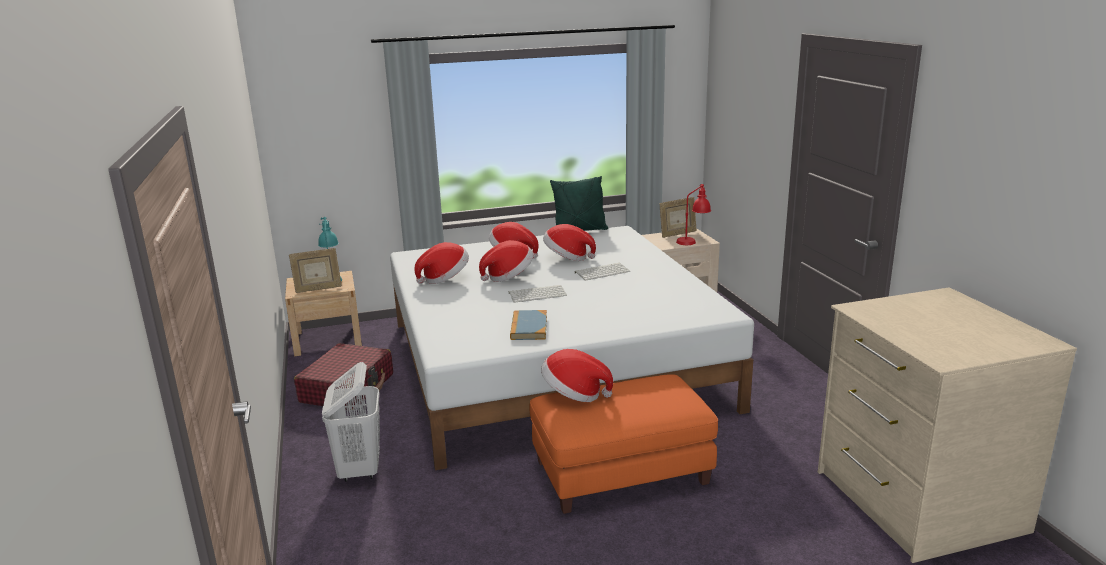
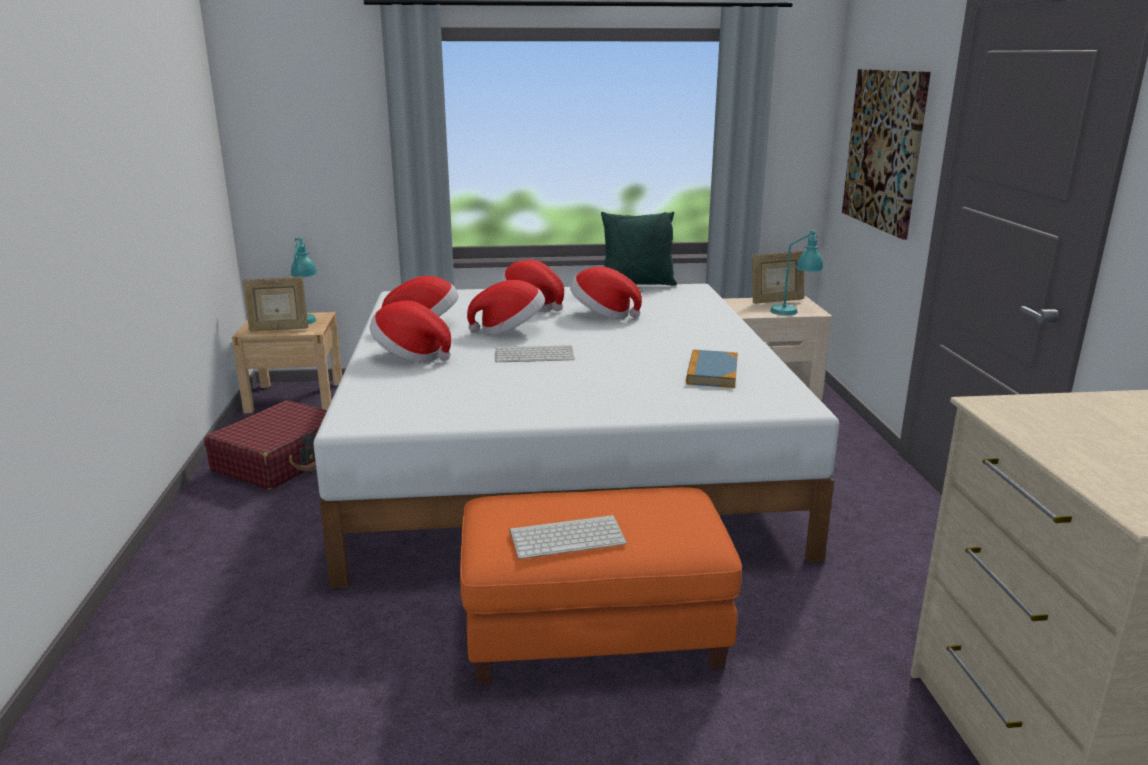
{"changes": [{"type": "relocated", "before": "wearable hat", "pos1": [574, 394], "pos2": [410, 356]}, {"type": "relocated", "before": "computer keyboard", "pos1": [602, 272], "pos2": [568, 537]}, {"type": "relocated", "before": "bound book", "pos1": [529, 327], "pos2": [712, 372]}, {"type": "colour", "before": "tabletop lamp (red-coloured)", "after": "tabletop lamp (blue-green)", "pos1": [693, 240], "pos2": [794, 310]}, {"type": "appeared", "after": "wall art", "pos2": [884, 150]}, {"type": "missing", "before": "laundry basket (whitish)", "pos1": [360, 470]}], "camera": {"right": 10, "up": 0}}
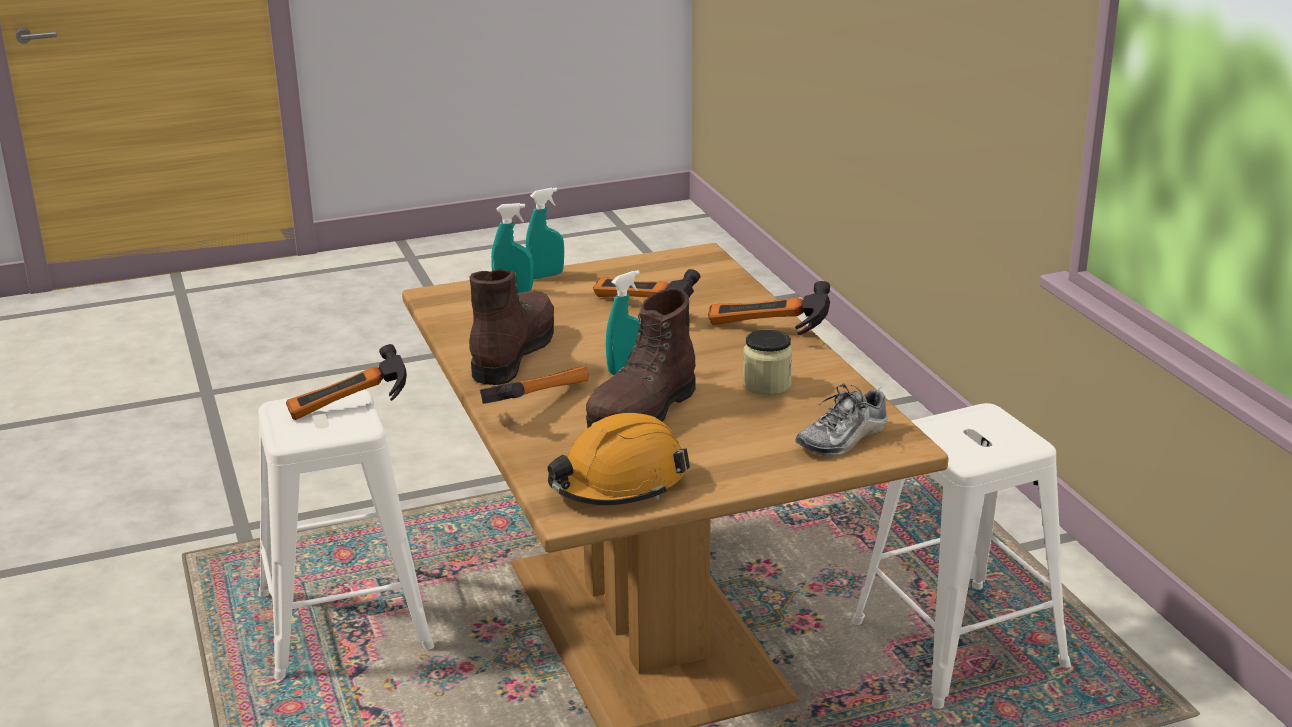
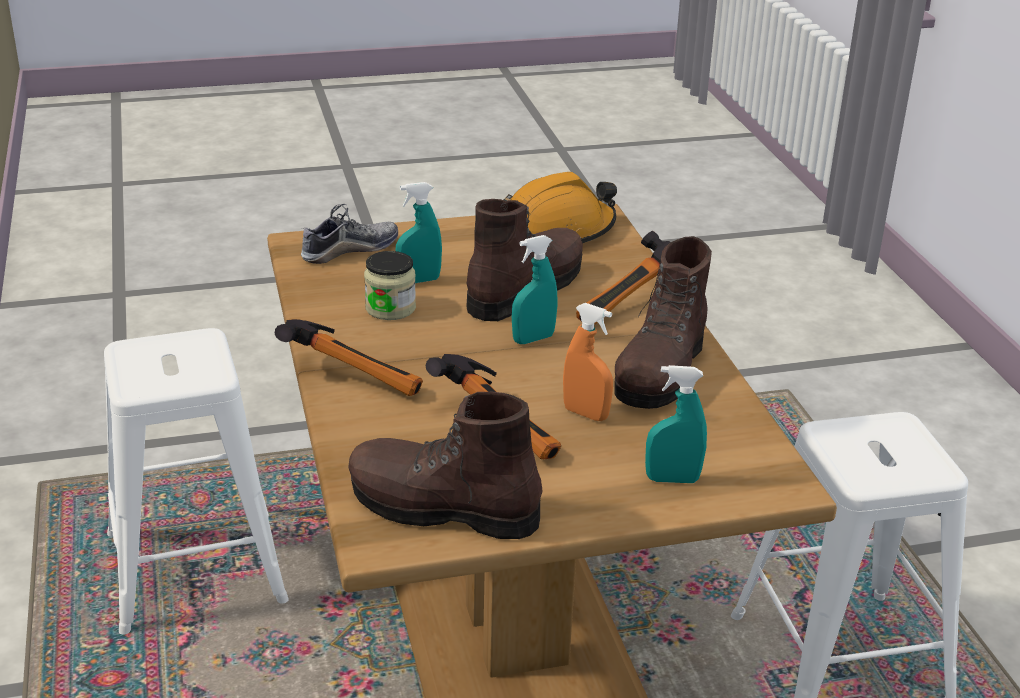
{"changes": [{"type": "appeared", "after": "boot (brown)", "pos2": [442, 509]}, {"type": "relocated", "before": "sprayer (blue-green)", "pos1": [546, 276], "pos2": [419, 280]}, {"type": "appeared", "after": "sprayer (orangey)", "pos2": [585, 414]}, {"type": "missing", "before": "tool hammer", "pos1": [351, 409]}], "camera": {"right": -175, "up": 5}}
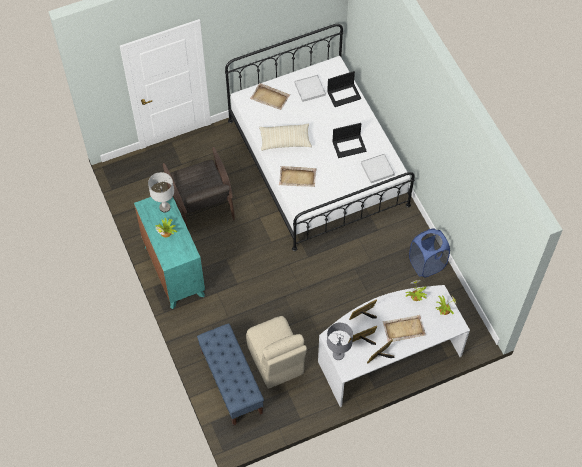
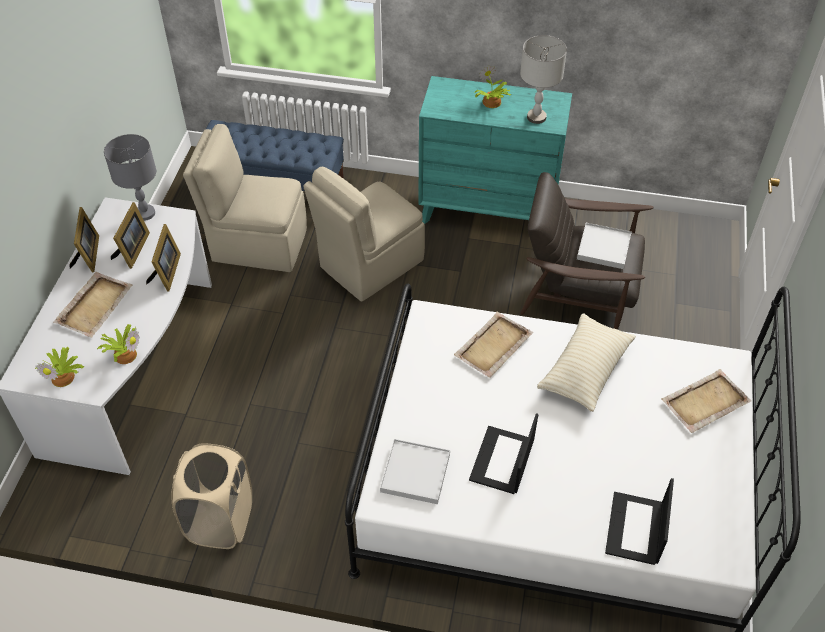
{"changes": [{"type": "colour", "before": "laundry basket (blue)", "after": "laundry basket (beige-coloured)", "pos1": [427, 264], "pos2": [220, 520]}, {"type": "appeared", "after": "upright chair (beige-coloured)", "pos2": [369, 265]}, {"type": "relocated", "before": "tray (whitish)", "pos1": [309, 89], "pos2": [604, 248]}], "camera": {"right": 125, "up": -10}}
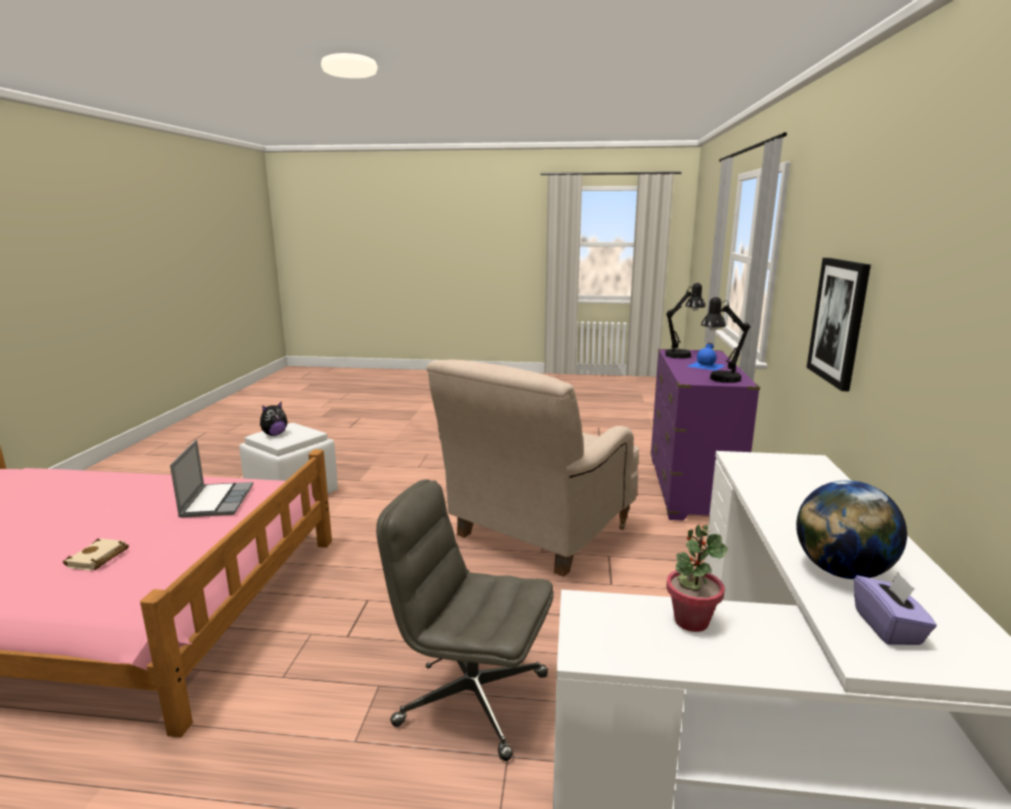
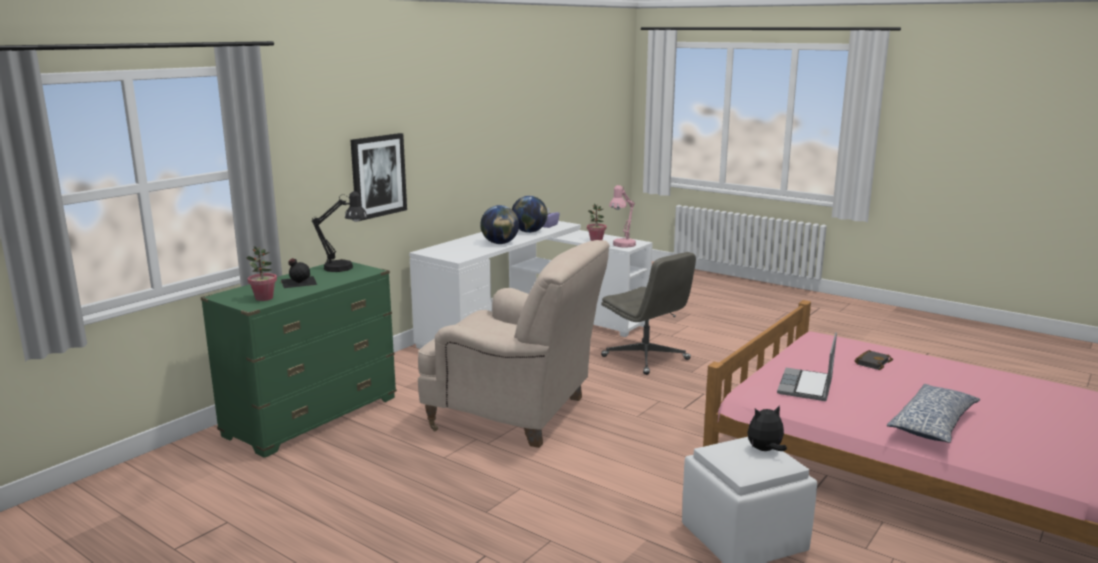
{"changes": [{"type": "colour", "before": "chest of drawers (purple-coloured)", "after": "chest of drawers (green)", "pos1": [691, 489], "pos2": [312, 417]}, {"type": "exchanged", "before": "tabletop lamp (black-coloured)", "after": "plant in a pot", "pos1": [682, 355], "pos2": [264, 298]}, {"type": "colour", "before": "bottle (blue)", "after": "bottle (black-coloured)", "pos1": [707, 365], "pos2": [298, 282]}, {"type": "spun", "before": "armchair (beige-coloured)", "pos1": [537, 536], "pos2": [516, 416], "turn": 45}, {"type": "appeared", "after": "world globe", "pos2": [500, 243]}, {"type": "appeared", "after": "tabletop lamp (pink)", "pos2": [622, 245]}, {"type": "colour", "before": "bound book (beige-coloured)", "after": "bound book (black-coloured)", "pos1": [98, 559], "pos2": [872, 362]}, {"type": "appeared", "after": "cushion", "pos2": [933, 424]}], "camera": {"right": -150, "up": 0}}
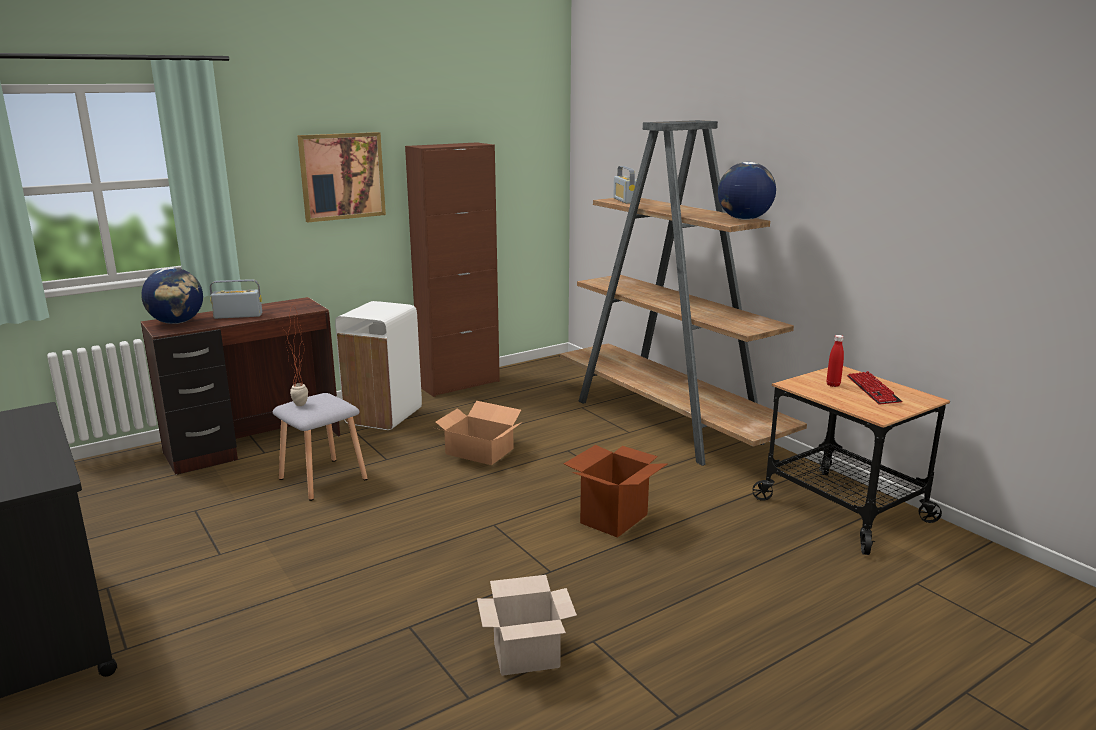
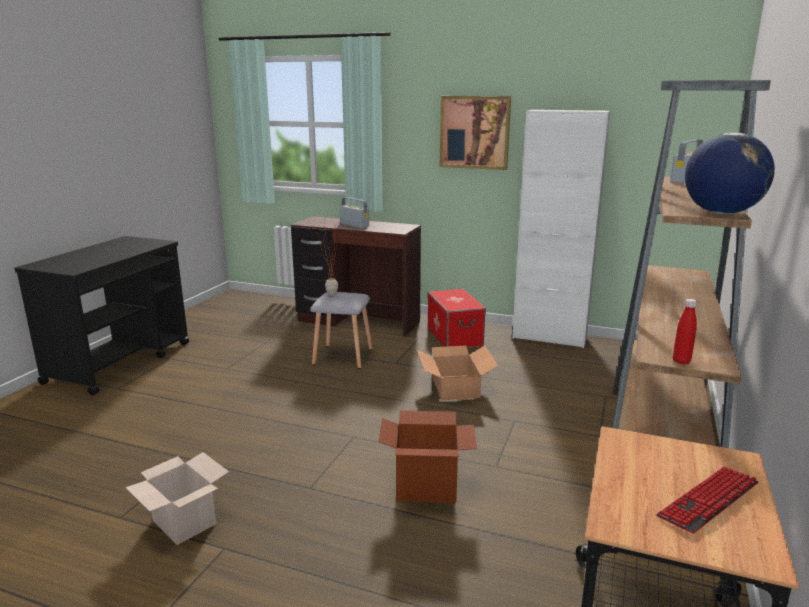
{"changes": [{"type": "exchanged", "before": "trash can (whitish)", "after": "storage bin", "pos1": [384, 416], "pos2": [455, 337]}, {"type": "colour", "before": "cabinet (brown)", "after": "cabinet (whitish)", "pos1": [459, 384], "pos2": [549, 337]}, {"type": "relocated", "before": "bottle (red-coloured)", "pos1": [833, 385], "pos2": [681, 361]}, {"type": "missing", "before": "world globe", "pos1": [177, 322]}], "camera": {"right": 55, "up": 0}}
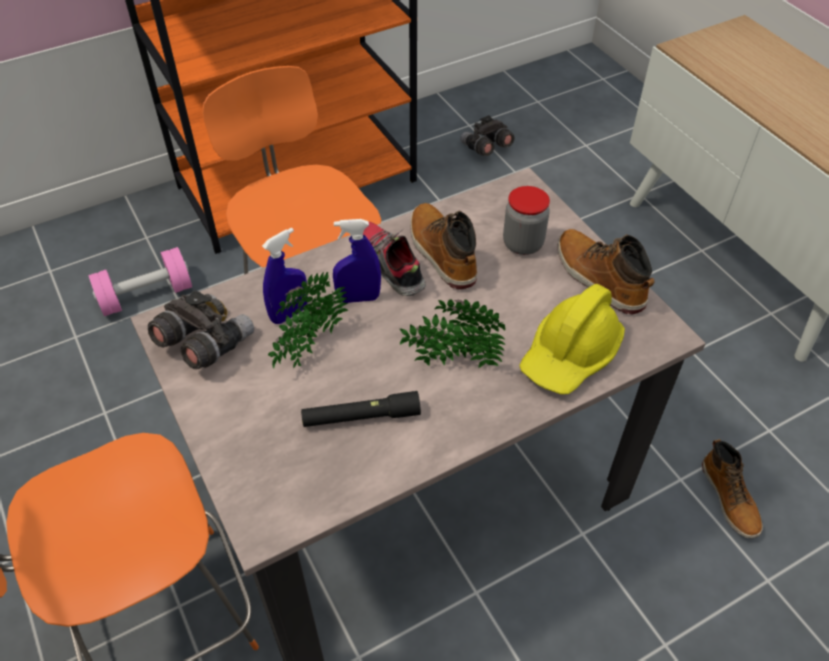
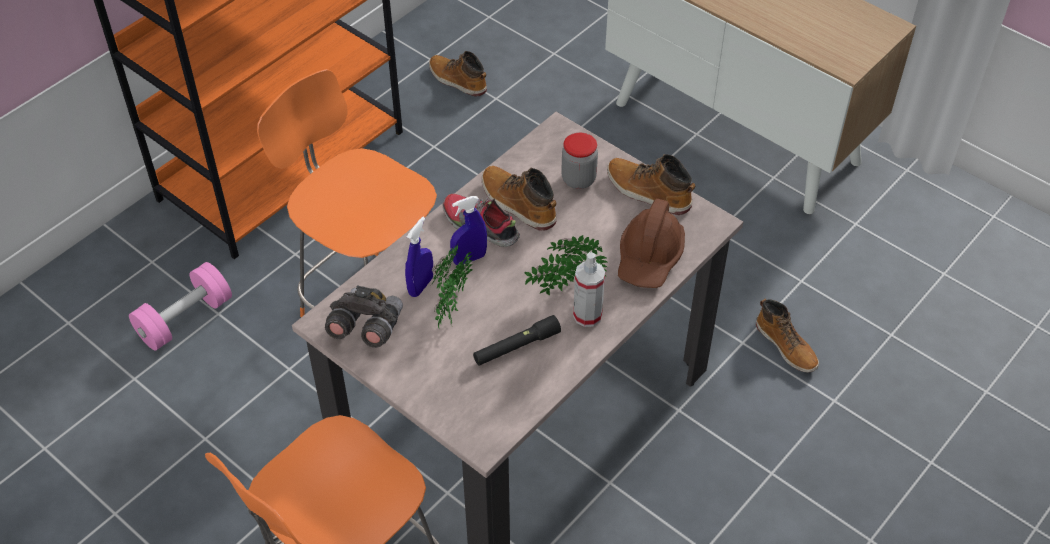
{"changes": [{"type": "exchanged", "before": "binoculars (grey)", "after": "boot", "pos1": [485, 148], "pos2": [457, 80]}, {"type": "appeared", "after": "sprayer", "pos2": [587, 315]}, {"type": "colour", "before": "work helmet (yellow-coloured)", "after": "work helmet (brown)", "pos1": [570, 354], "pos2": [649, 257]}], "camera": {"right": -20, "up": 0}}
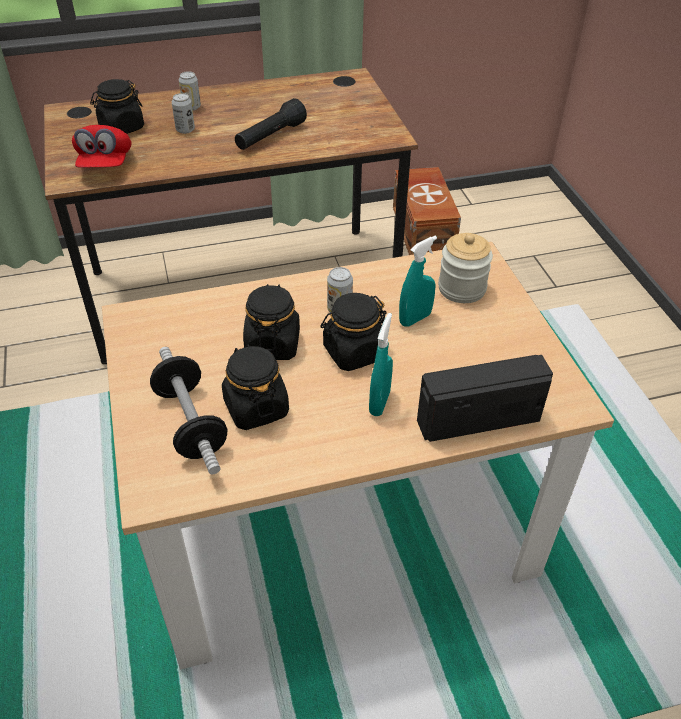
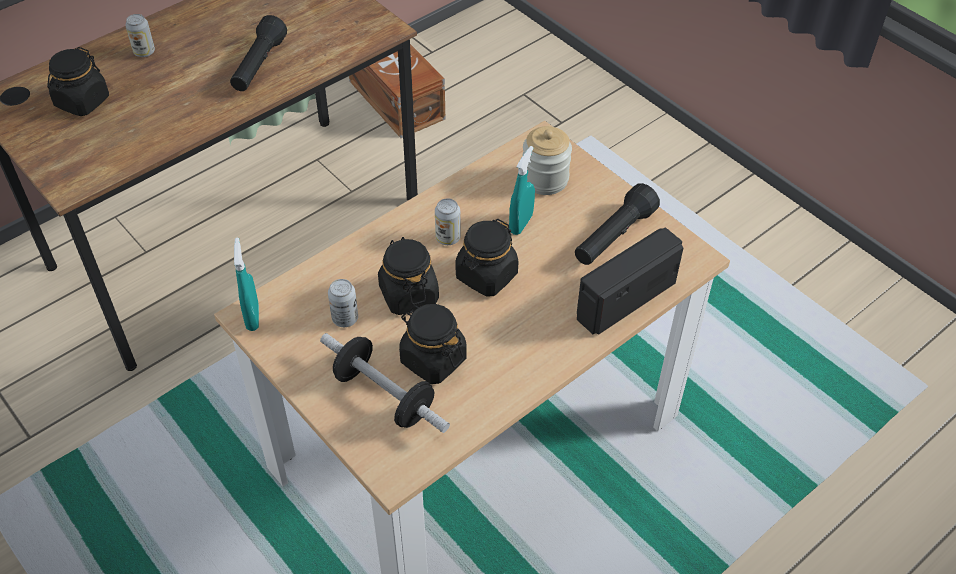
{"changes": [{"type": "relocated", "before": "sprayer (blue-green)", "pos1": [379, 403], "pos2": [252, 317]}, {"type": "relocated", "before": "sealed can", "pos1": [185, 130], "pos2": [345, 318]}, {"type": "appeared", "after": "flashlight (black-coloured)", "pos2": [613, 237]}, {"type": "missing", "before": "baseball cap (red-coloured)", "pos1": [105, 164]}], "camera": {"right": -25, "up": 5}}
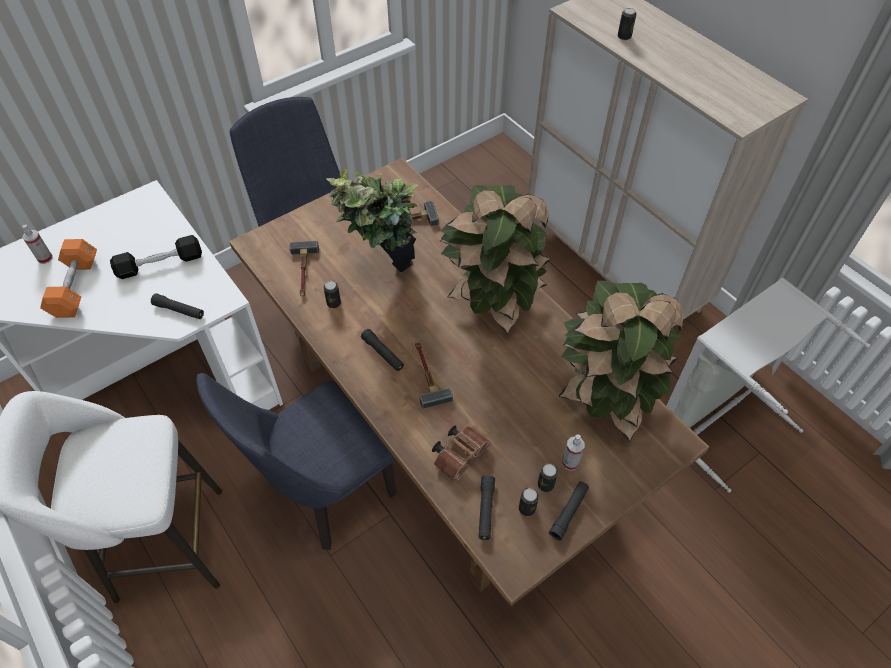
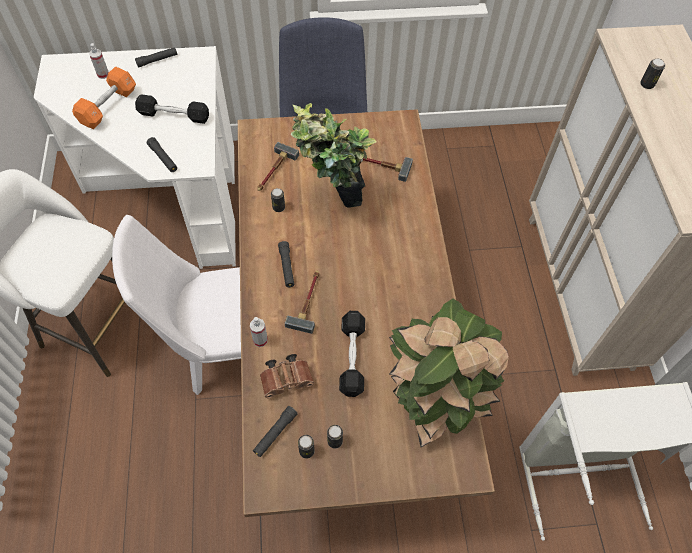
{"changes": [{"type": "colour", "before": "upright chair (blue)", "after": "upright chair (whitish)", "pos1": [325, 495], "pos2": [220, 352]}, {"type": "relocated", "before": "flashlight (black-coloured)", "pos1": [569, 512], "pos2": [157, 60]}, {"type": "relocated", "before": "sprayer", "pos1": [570, 462], "pos2": [260, 340]}, {"type": "appeared", "after": "free weight (black-coloured)", "pos2": [352, 357]}, {"type": "missing", "before": "plant in a pot", "pos1": [492, 302]}], "camera": {"right": 30, "up": 5}}
